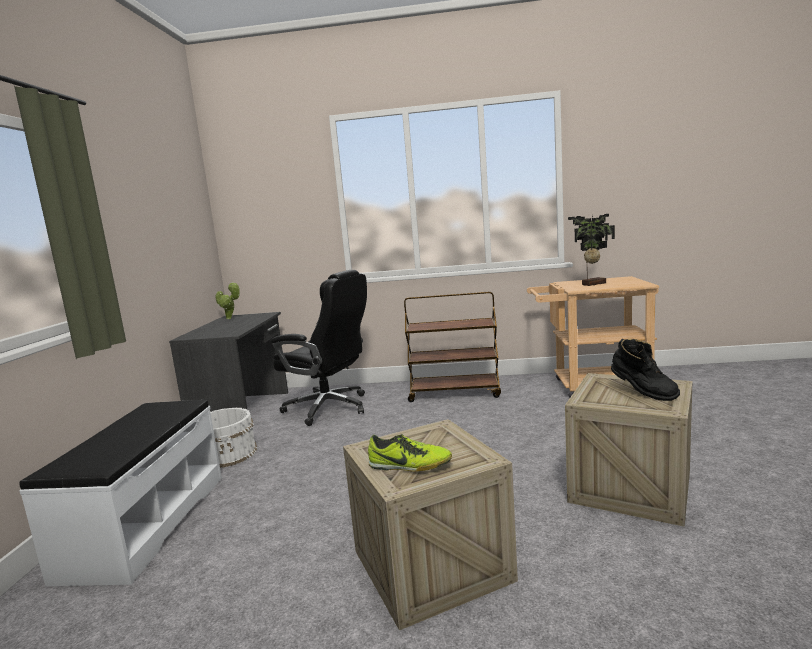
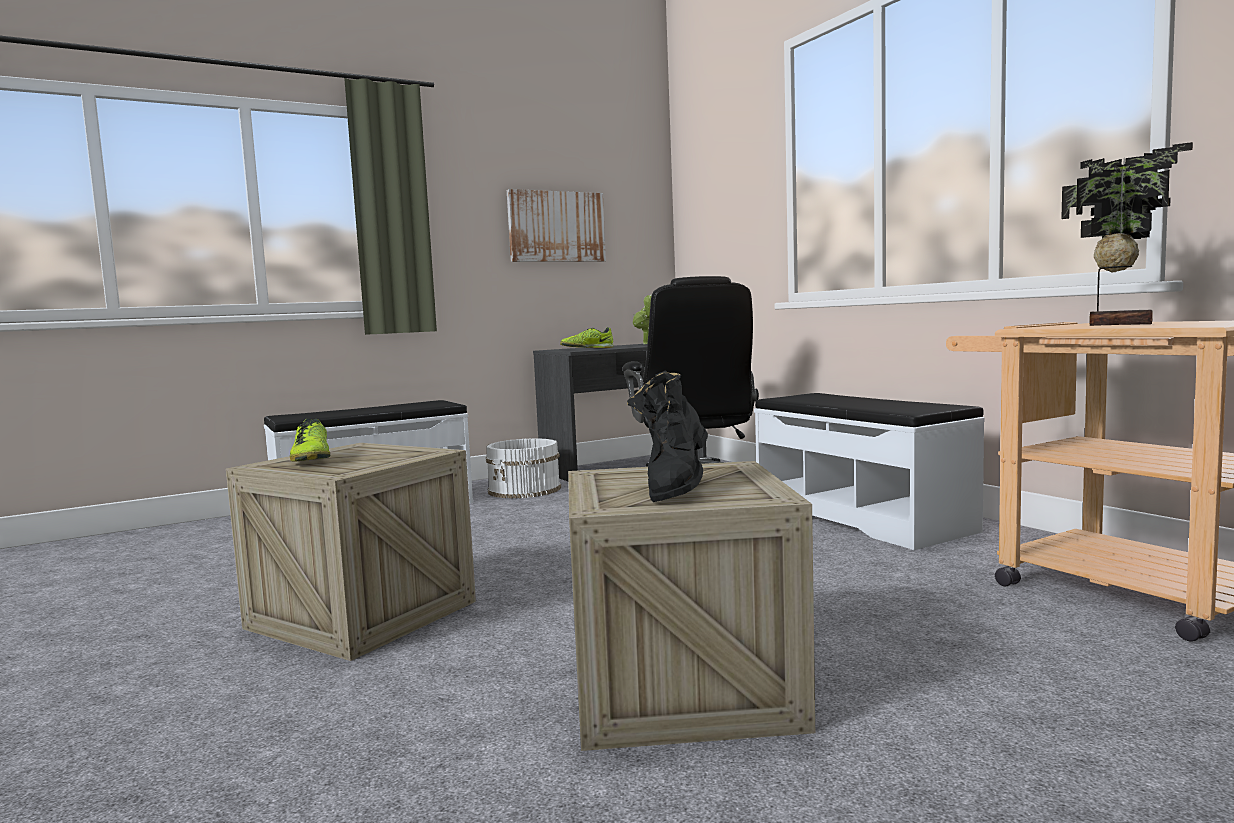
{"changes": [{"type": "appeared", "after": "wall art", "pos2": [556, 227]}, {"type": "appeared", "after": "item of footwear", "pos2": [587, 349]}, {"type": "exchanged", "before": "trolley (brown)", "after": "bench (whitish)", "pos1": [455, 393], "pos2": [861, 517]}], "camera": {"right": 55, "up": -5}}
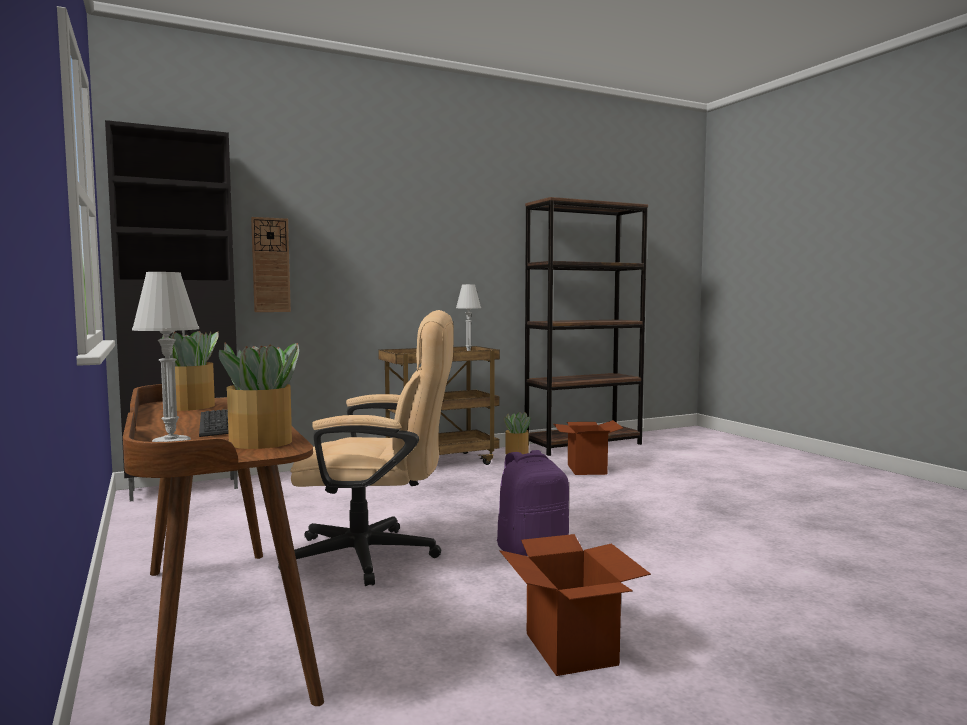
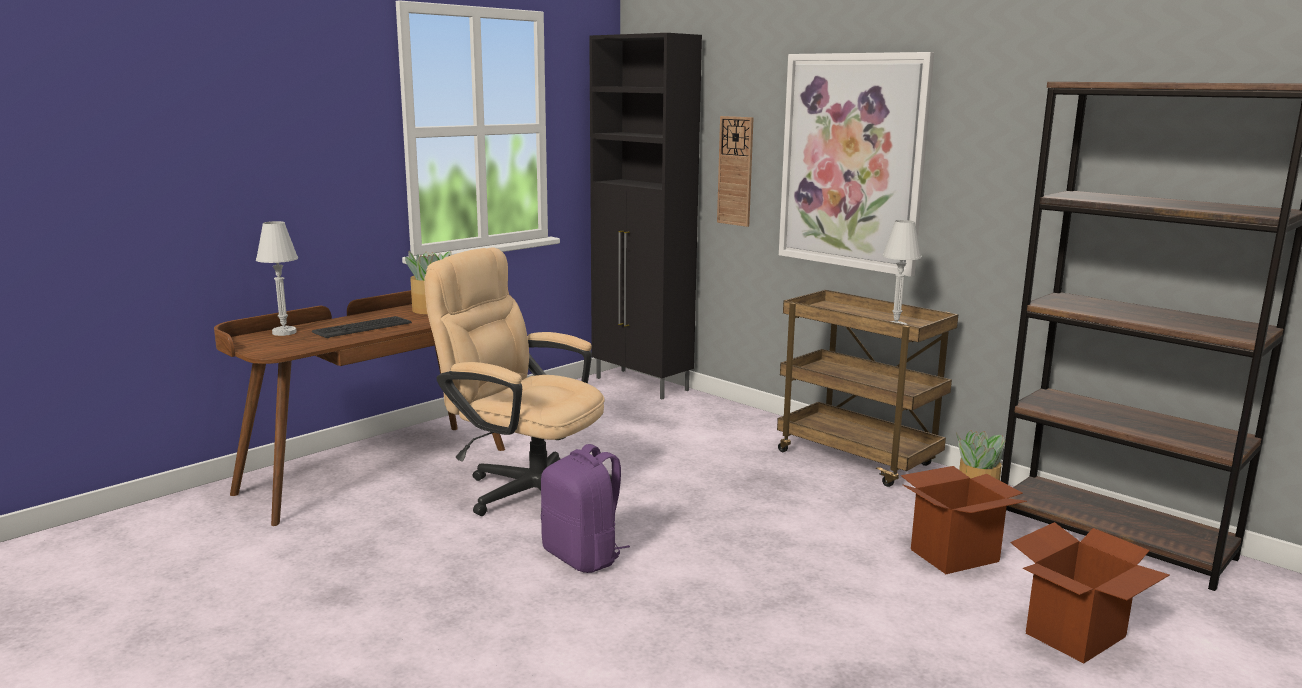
{"changes": [{"type": "spun", "before": "office chair (beige-coloured)", "pos1": [377, 556], "pos2": [525, 490], "turn": 135}, {"type": "appeared", "after": "wall art", "pos2": [852, 162]}, {"type": "relocated", "before": "packing box", "pos1": [571, 649], "pos2": [1075, 635]}, {"type": "missing", "before": "plant in a pot", "pos1": [262, 442]}], "camera": {"right": 70, "up": 10}}
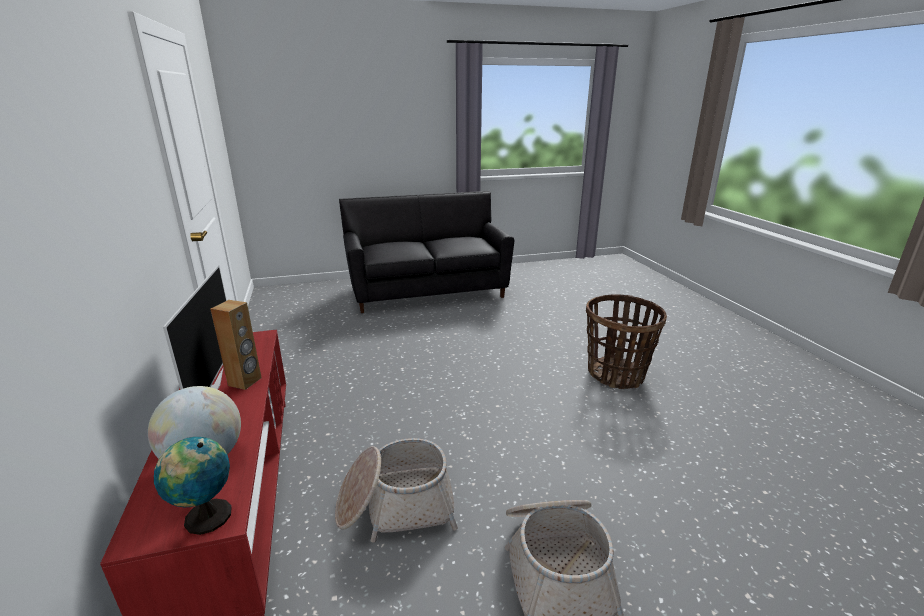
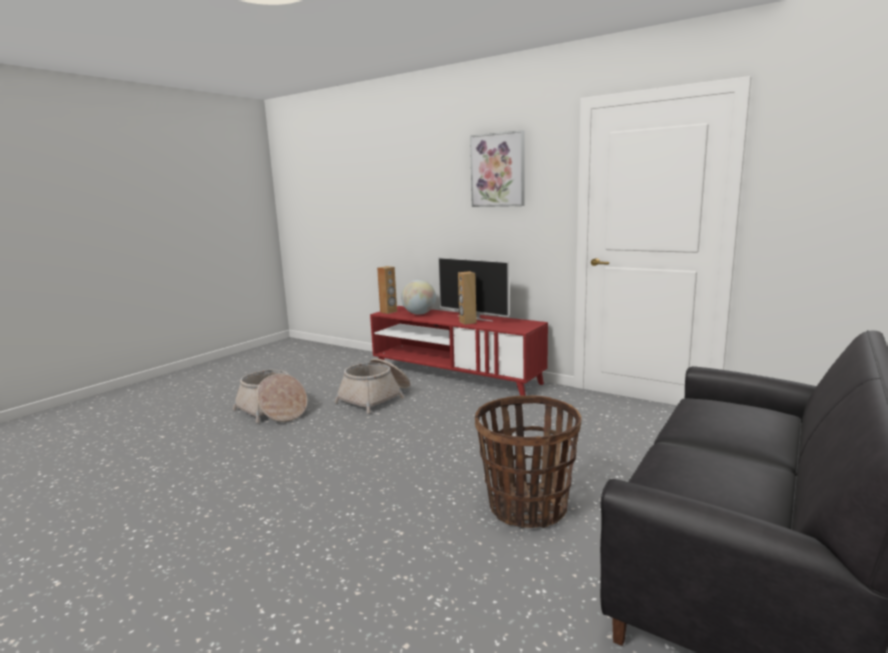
{"changes": [{"type": "exchanged", "before": "world globe", "after": "loudspeaker (brown)", "pos1": [204, 517], "pos2": [388, 312]}, {"type": "appeared", "after": "wall art", "pos2": [498, 170]}, {"type": "relocated", "before": "storage basket", "pos1": [616, 374], "pos2": [527, 507]}], "camera": {"right": 140, "up": -10}}
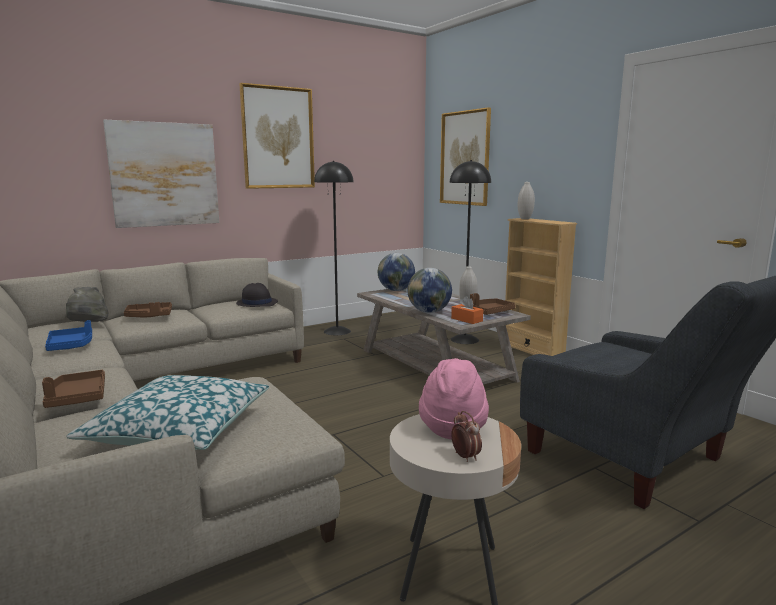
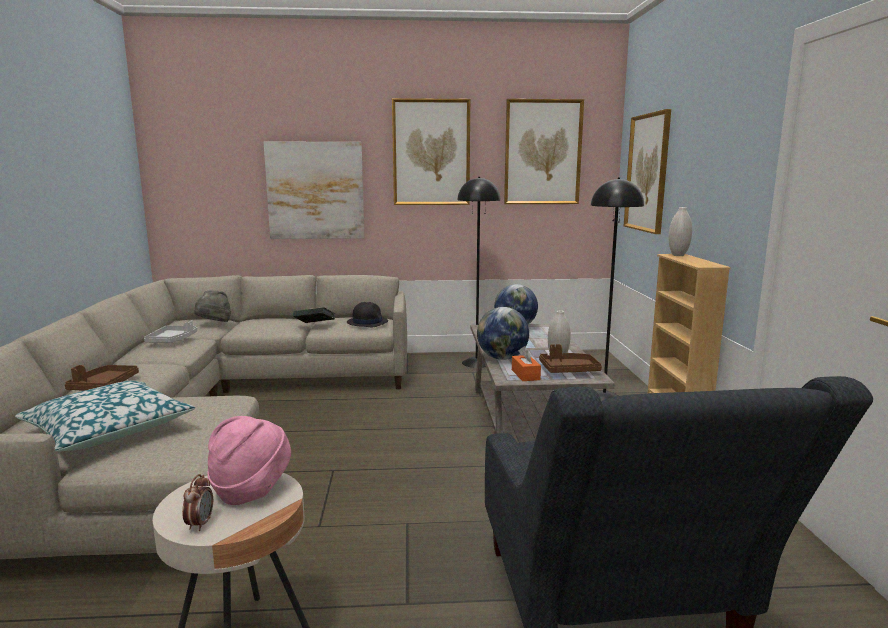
{"changes": [{"type": "colour", "before": "tray (blue)", "after": "tray (grey)", "pos1": [71, 346], "pos2": [172, 340]}, {"type": "appeared", "after": "bound book", "pos2": [315, 326]}, {"type": "appeared", "after": "wall art", "pos2": [542, 152]}, {"type": "missing", "before": "tray (brown)", "pos1": [149, 316]}], "camera": {"right": 30, "up": 0}}
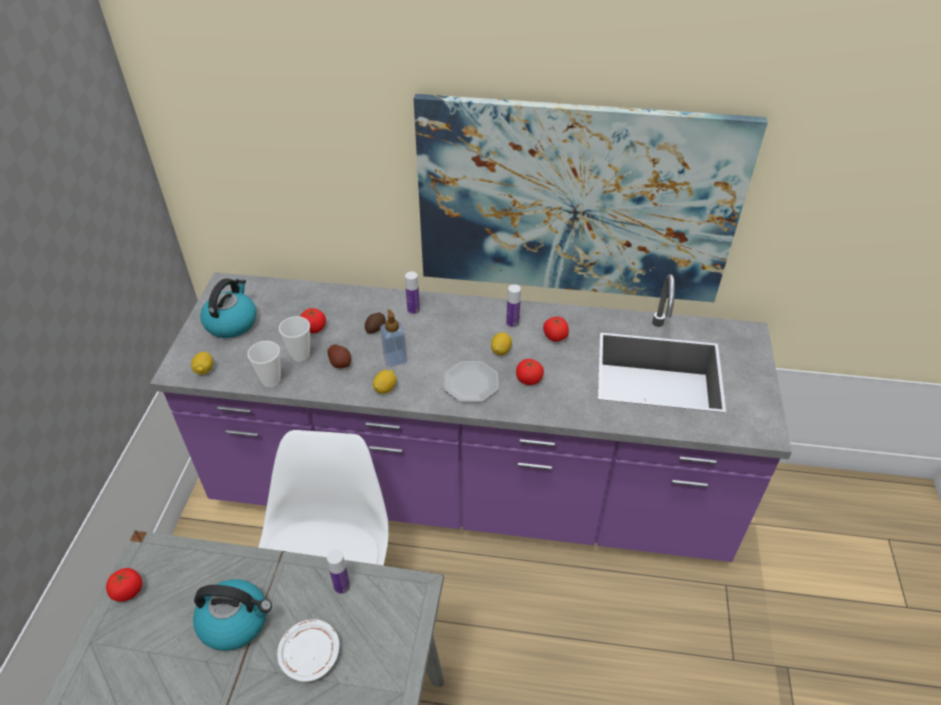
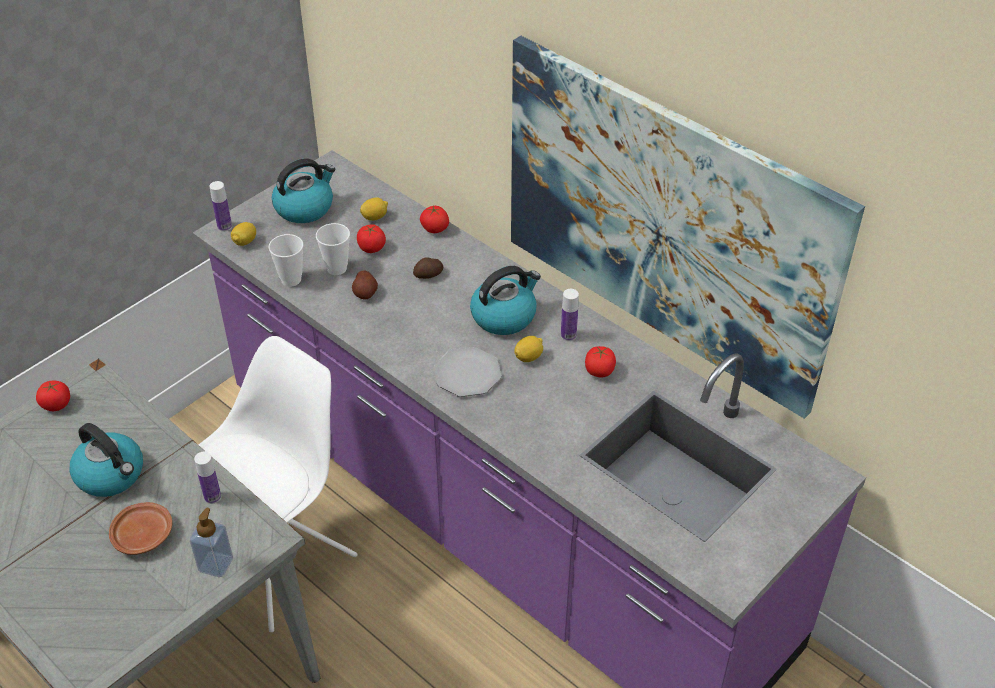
{"changes": [{"type": "colour", "before": "plate (whitish)", "after": "plate (brown)", "pos1": [310, 654], "pos2": [143, 534]}, {"type": "relocated", "before": "soap dispenser", "pos1": [395, 358], "pos2": [216, 564]}, {"type": "relocated", "before": "bottle", "pos1": [413, 310], "pos2": [224, 227]}, {"type": "relocated", "before": "lemon", "pos1": [385, 388], "pos2": [375, 217]}, {"type": "relocated", "before": "tomato", "pos1": [529, 379], "pos2": [435, 229]}, {"type": "appeared", "after": "kettle", "pos2": [504, 316]}], "camera": {"right": 35, "up": 0}}
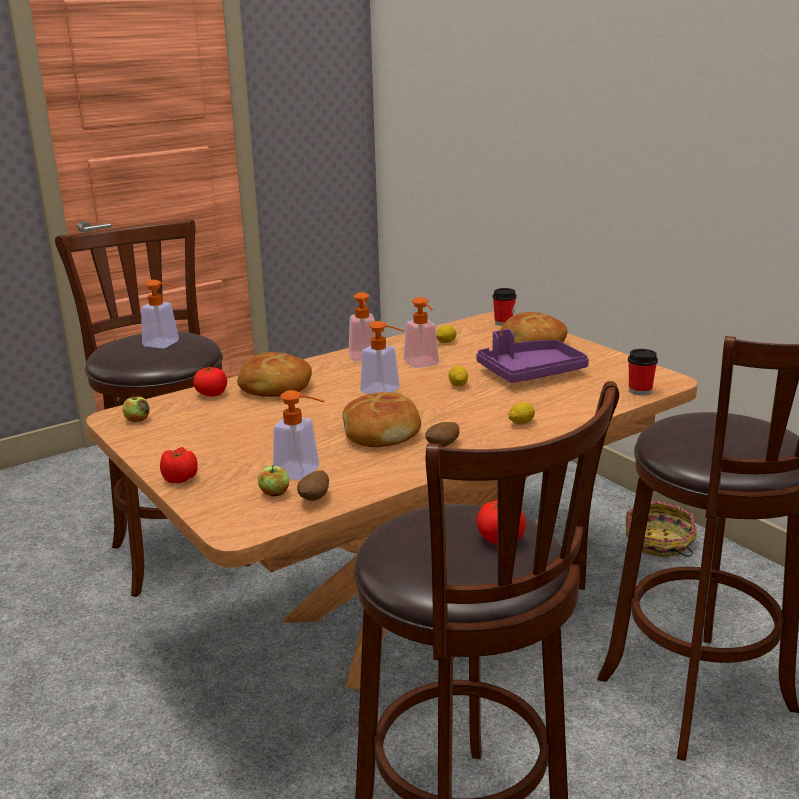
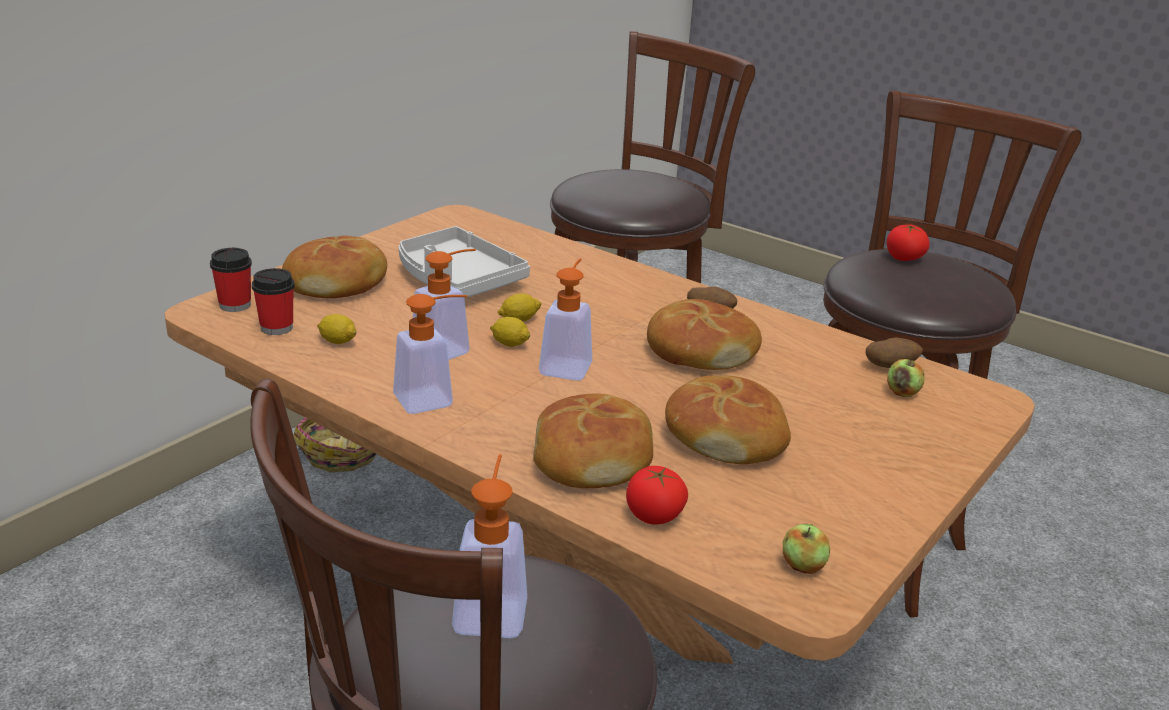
{"changes": [{"type": "relocated", "before": "drinking cup", "pos1": [640, 391], "pos2": [276, 328]}, {"type": "colour", "before": "tray (purple-coloured)", "after": "tray (grey)", "pos1": [530, 372], "pos2": [457, 280]}, {"type": "relocated", "before": "lemon", "pos1": [521, 423], "pos2": [509, 344]}, {"type": "appeared", "after": "baked bread", "pos2": [725, 436]}, {"type": "missing", "before": "tomato", "pos1": [179, 478]}, {"type": "missing", "before": "soap dispenser", "pos1": [304, 473]}], "camera": {"right": -110, "up": 5}}
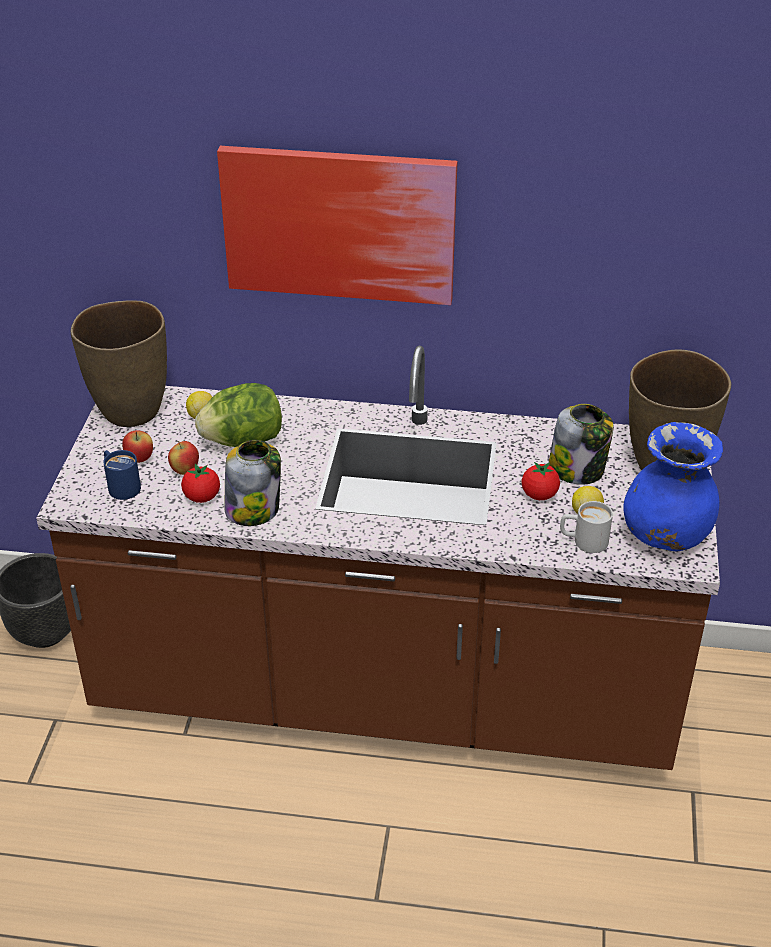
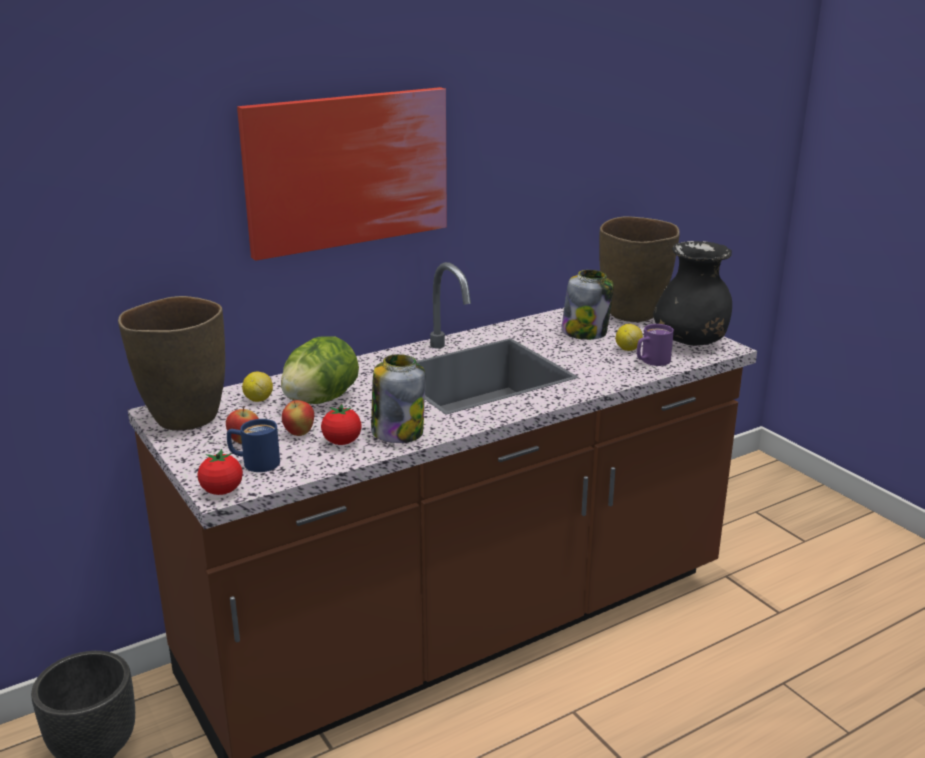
{"changes": [{"type": "relocated", "before": "tomato", "pos1": [539, 495], "pos2": [222, 491]}, {"type": "colour", "before": "coffee mug (whitish)", "after": "coffee mug (purple-coloured)", "pos1": [583, 541], "pos2": [651, 362]}, {"type": "colour", "before": "flower vase (blue)", "after": "flower vase (black-coloured)", "pos1": [666, 536], "pos2": [690, 342]}], "camera": {"right": -40, "up": -15}}
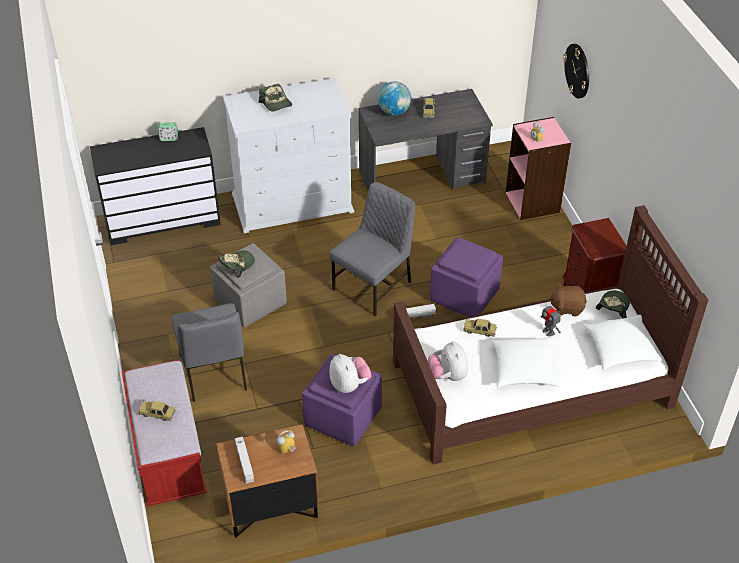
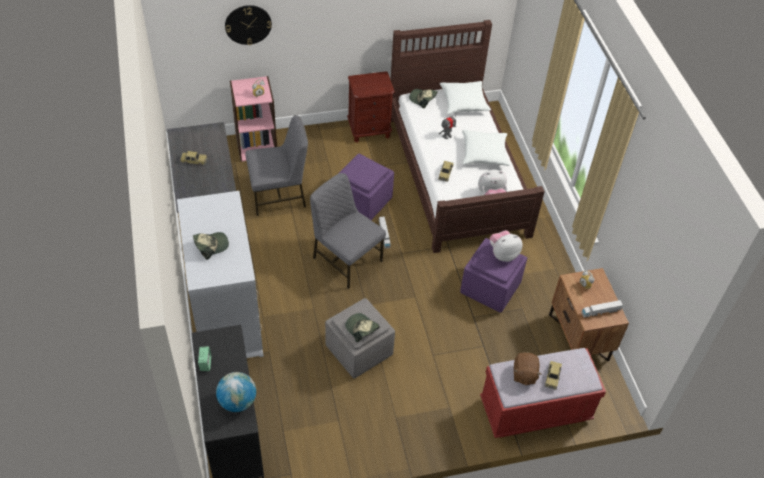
{"changes": [{"type": "relocated", "before": "world globe", "pos1": [394, 112], "pos2": [237, 401]}, {"type": "relocated", "before": "upright chair (grey)", "pos1": [214, 373], "pos2": [279, 195]}, {"type": "relocated", "before": "plush toy (brown)", "pos1": [567, 308], "pos2": [524, 374]}], "camera": {"right": -90, "up": 5}}
